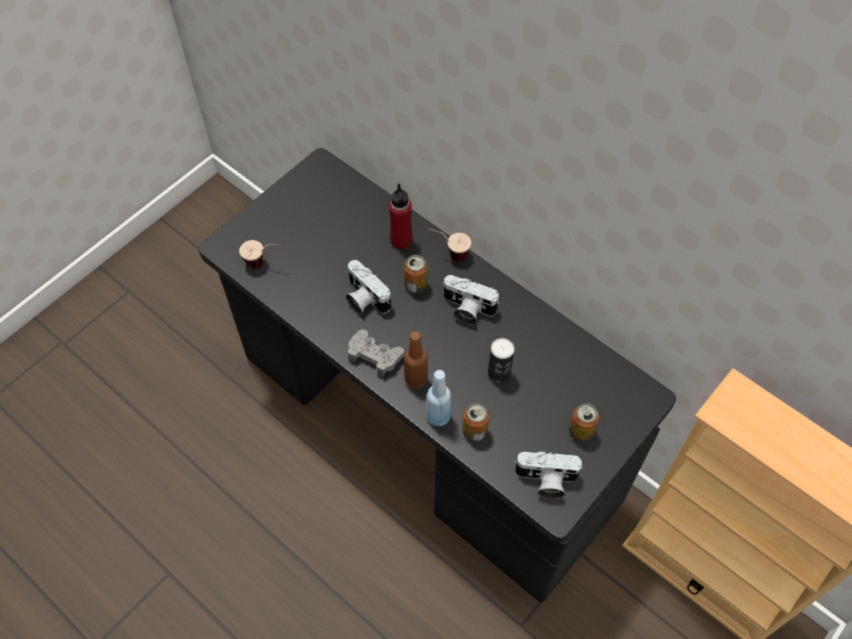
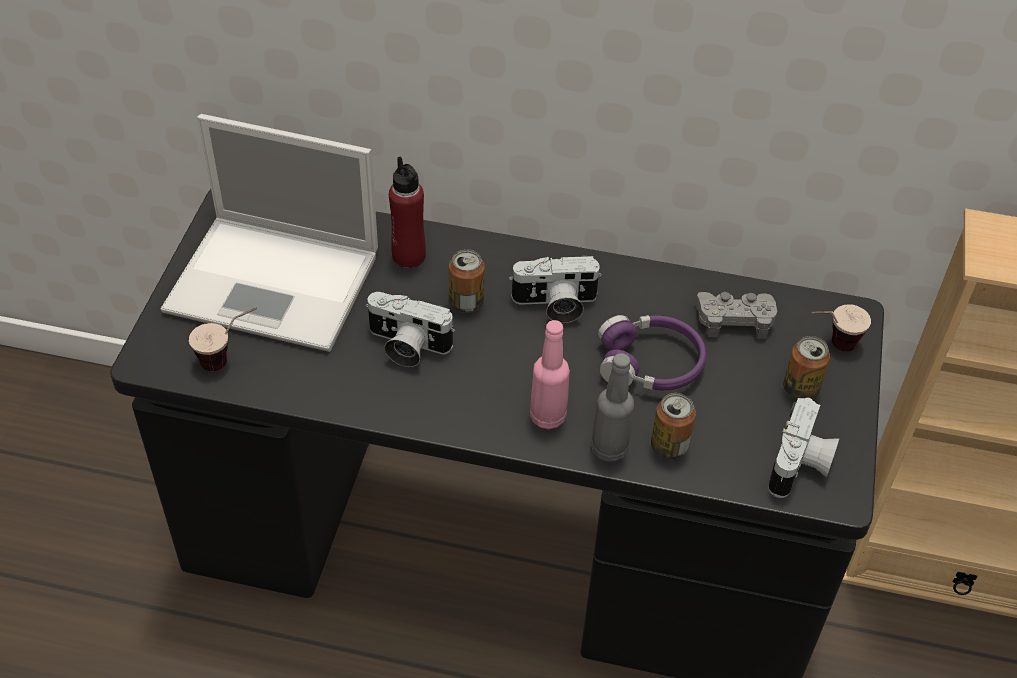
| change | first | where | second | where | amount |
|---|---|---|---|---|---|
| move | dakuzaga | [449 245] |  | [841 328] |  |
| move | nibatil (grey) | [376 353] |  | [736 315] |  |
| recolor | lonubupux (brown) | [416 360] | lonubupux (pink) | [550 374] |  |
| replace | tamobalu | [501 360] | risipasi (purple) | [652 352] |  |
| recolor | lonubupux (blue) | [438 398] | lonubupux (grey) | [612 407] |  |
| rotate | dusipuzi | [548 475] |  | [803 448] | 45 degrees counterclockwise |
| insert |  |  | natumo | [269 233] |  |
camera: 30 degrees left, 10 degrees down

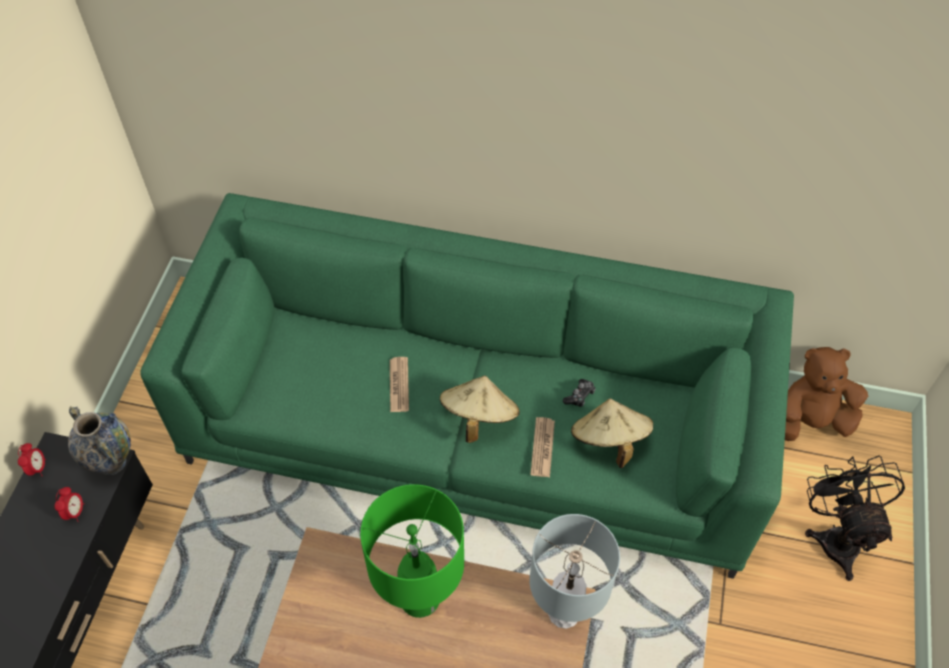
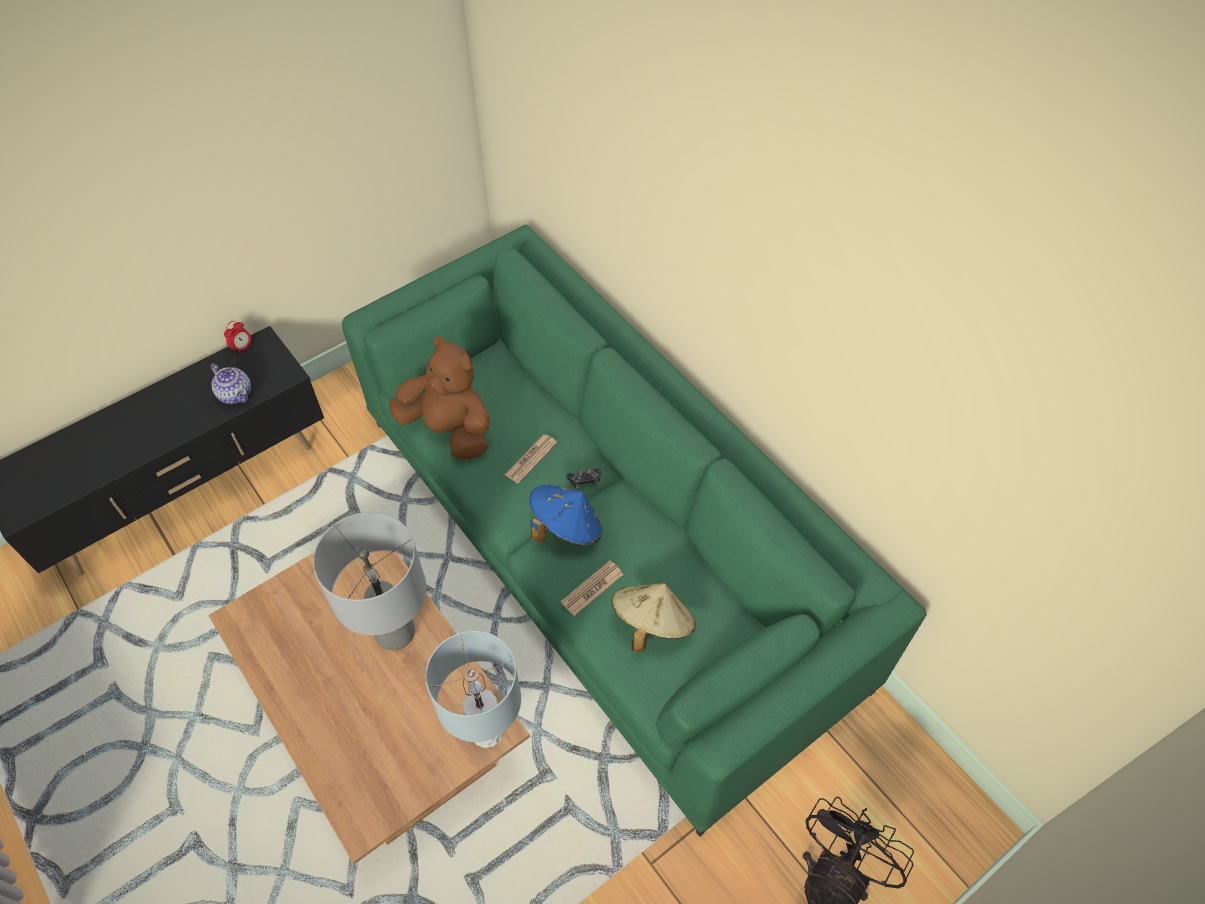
| change | first | where | second | where | amount |
|---|---|---|---|---|---|
| move | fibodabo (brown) | [826 394] |  | [439 398] |  |
| recolor | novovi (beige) | [480 409] | novovi (blue) | [565 515] |  |
| move | nibatil | [579 393] |  | [583 478] |  |
| delete | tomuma | [99 440] |  |  |  |
| recolor | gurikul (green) | [412 551] | gurikul (grey) | [369 581] |  |
| replace | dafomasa | [69 504] | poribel | [230 383] |  |
camera: 40 degrees right, 0 degrees up

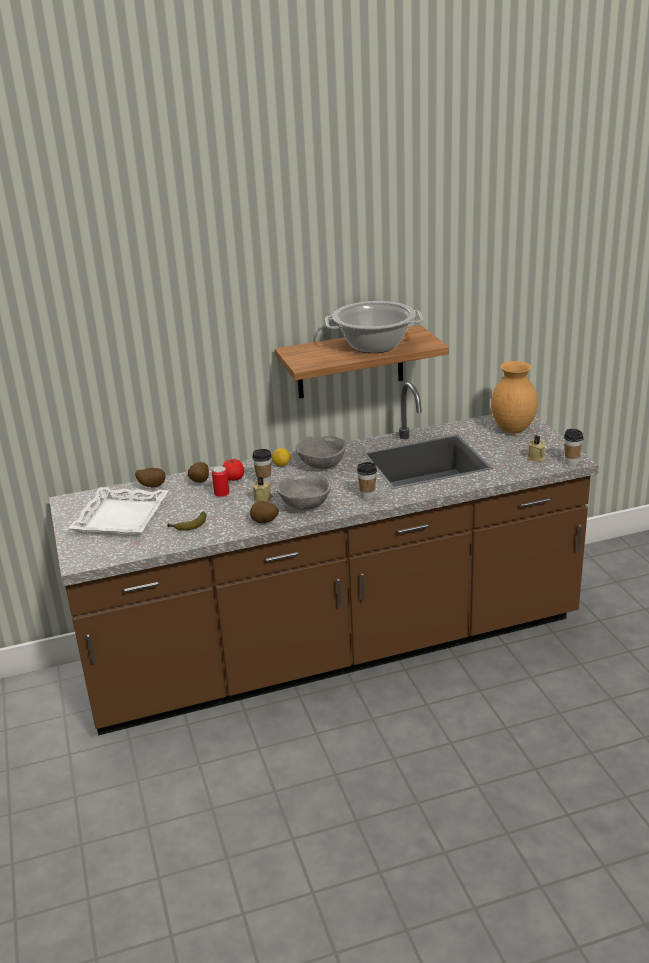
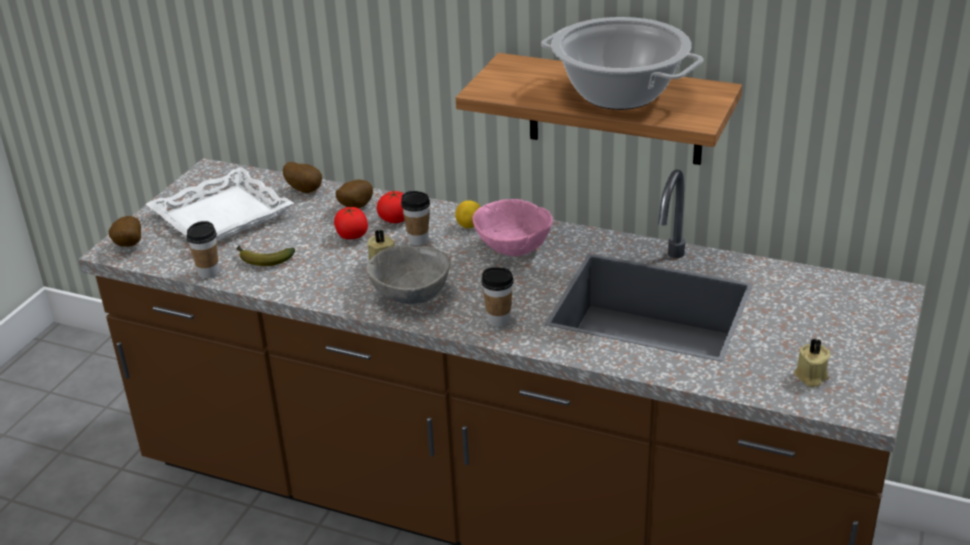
| change | first | where | second | where | amount |
|---|---|---|---|---|---|
| delete | tomuma (brown) | [514 397] |  |  |  |
| move | dakuzaga | [574 447] |  | [202 249] |  |
| recolor | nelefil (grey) | [320 452] | nelefil (pink) | [512 227] |  |
| replace | tamobalu | [221 482] | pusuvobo | [351 222] |  |
| move | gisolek | [264 512] |  | [125 231] |  |
camera: 40 degrees right, 5 degrees up

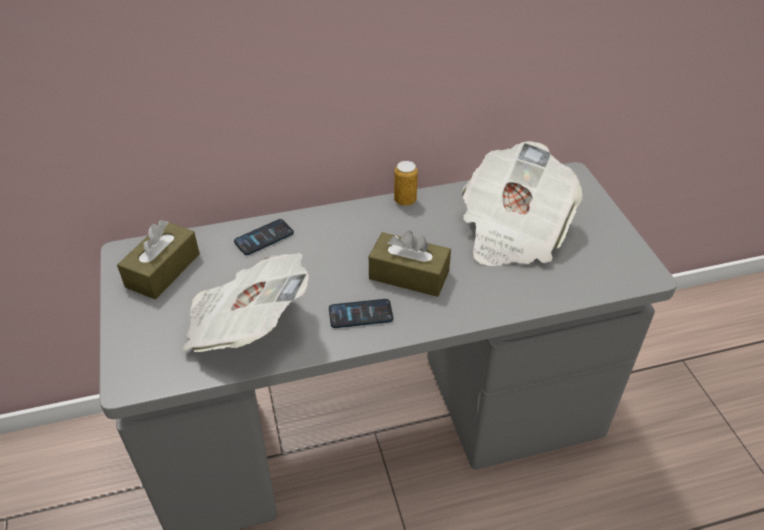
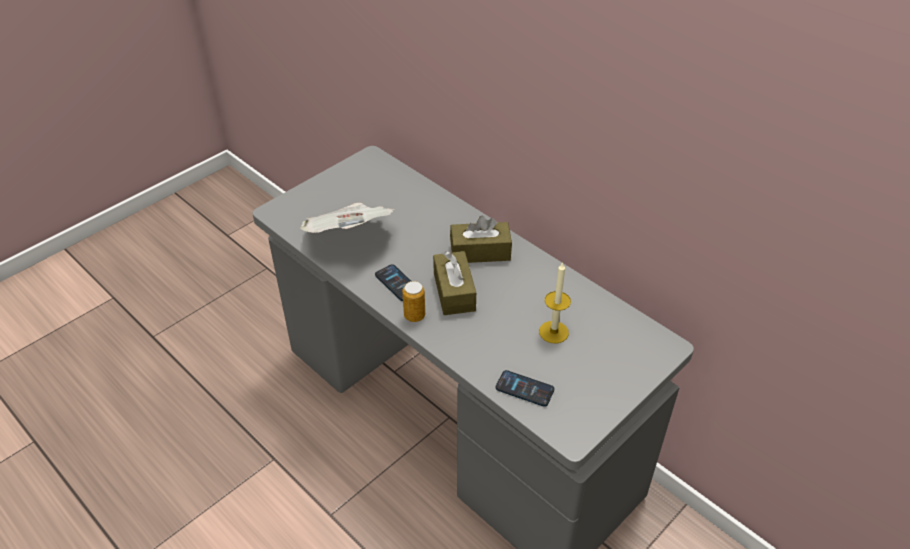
| change | first | where | second | where | amount |
|---|---|---|---|---|---|
| replace | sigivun | [522 203] | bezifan | [555 302] |  |
| move | tamobalu | [406 183] |  | [413 301] |  |
| move | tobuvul | [264 237] |  | [525 388] |  |
| move | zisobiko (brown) | [158 259] |  | [481 239] |  |
camera: 60 degrees right, 0 degrees up

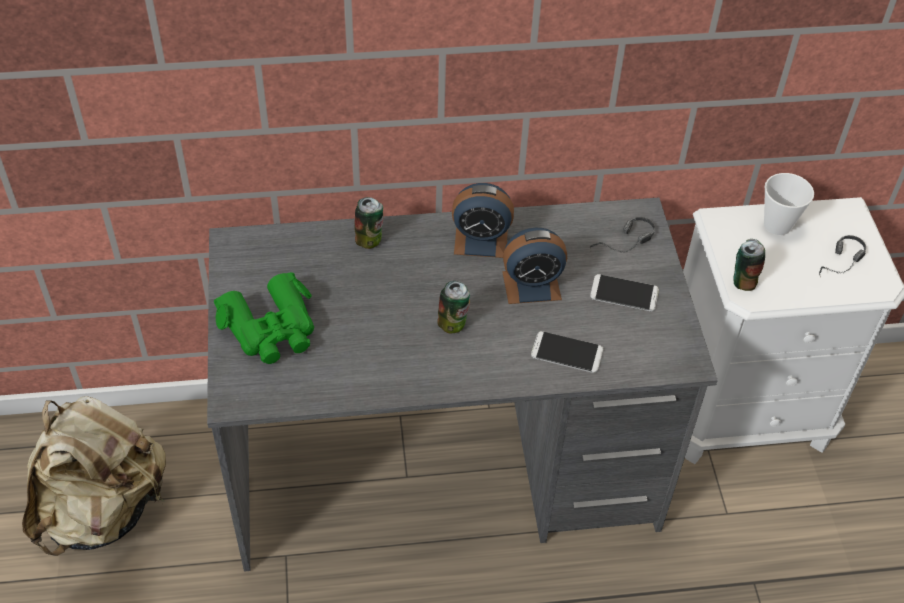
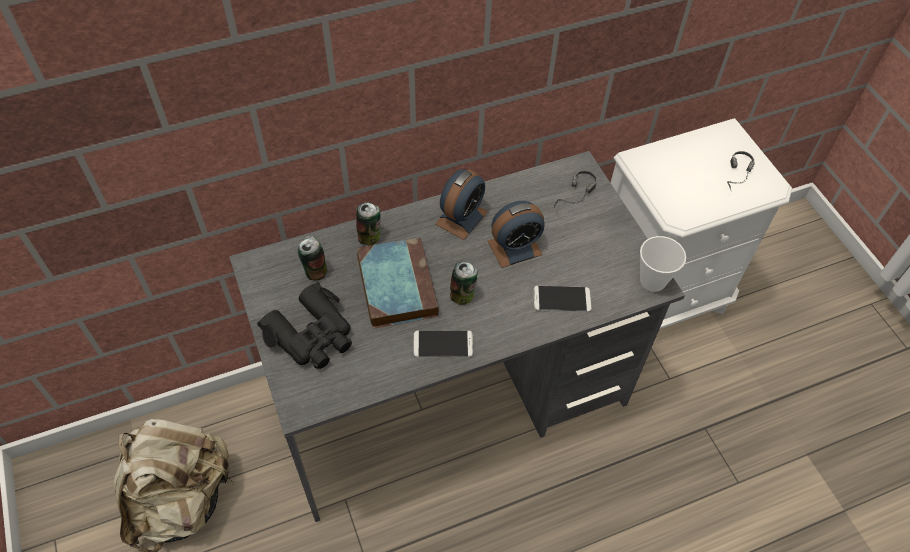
| change | first | where | second | where | amount |
|---|---|---|---|---|---|
| move | dakuzaga | [789 204] |  | [663 264] |  |
| rotate | dafomasa | [483 220] |  | [461 204] | 45 degrees counterclockwise |
| move | tamobalu | [749 265] |  | [312 258] |  |
| recolor | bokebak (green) | [264 318] | bokebak (black) | [304 325] |  |
| move | tobuvul | [624 293] |  | [443 343] |  |
| insert |  |  | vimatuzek | [398 283] |  |
camera: 15 degrees left, 5 degrees up

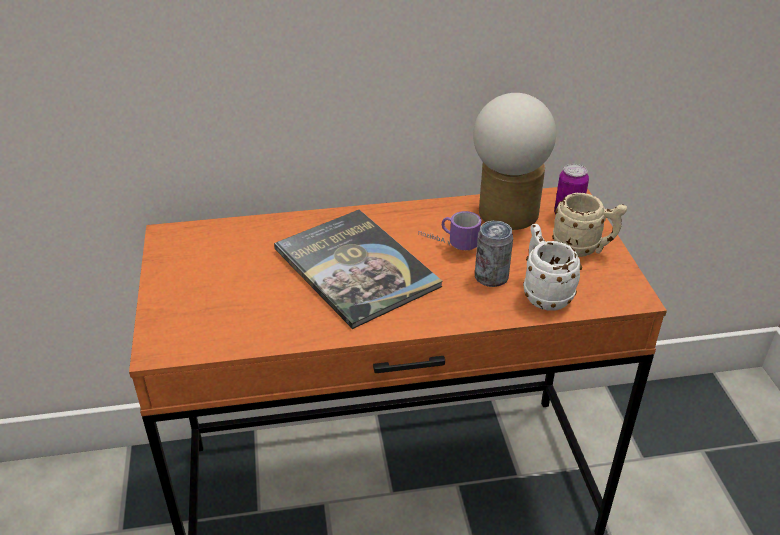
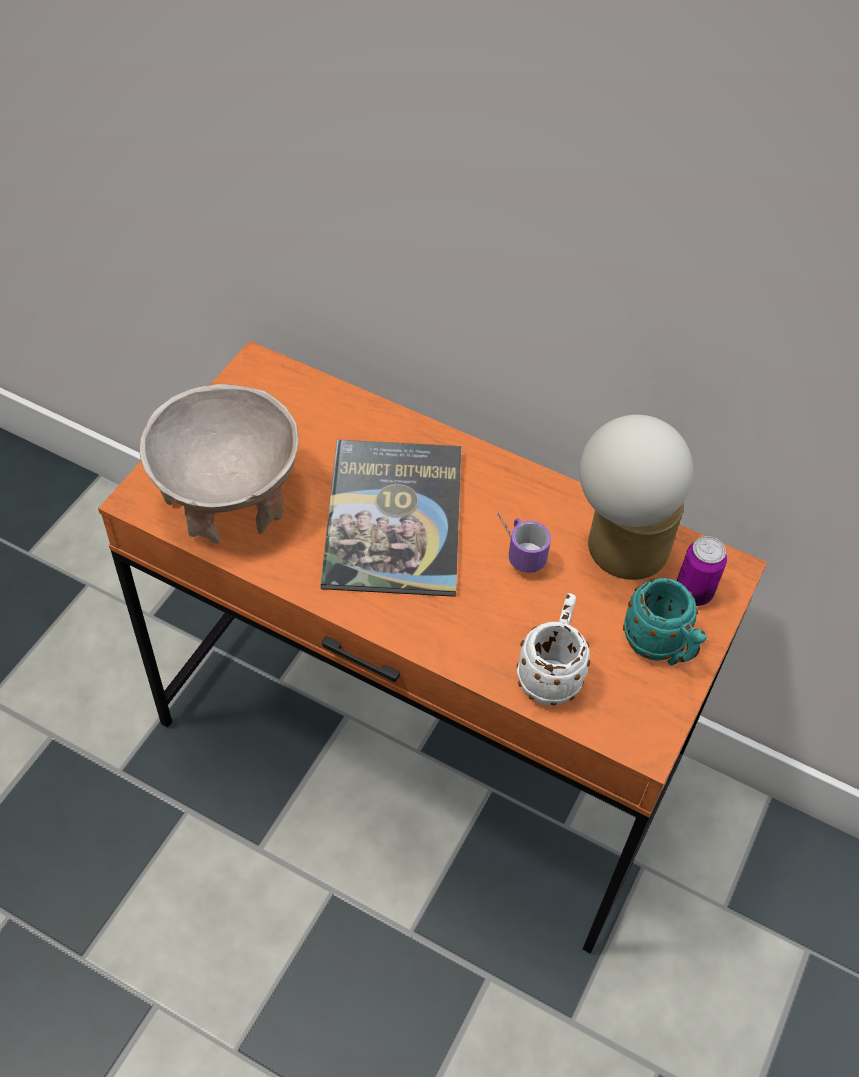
| change | first | where | second | where | amount |
|---|---|---|---|---|---|
| recolor | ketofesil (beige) | [589 225] | ketofesil (turquoise) | [665 622] |  |
| delete | tamobalu | [494 254] |  |  |  |
| insert |  |  | nelefil (beige) | [219 464] |  |
camera: 35 degrees right, 15 degrees up

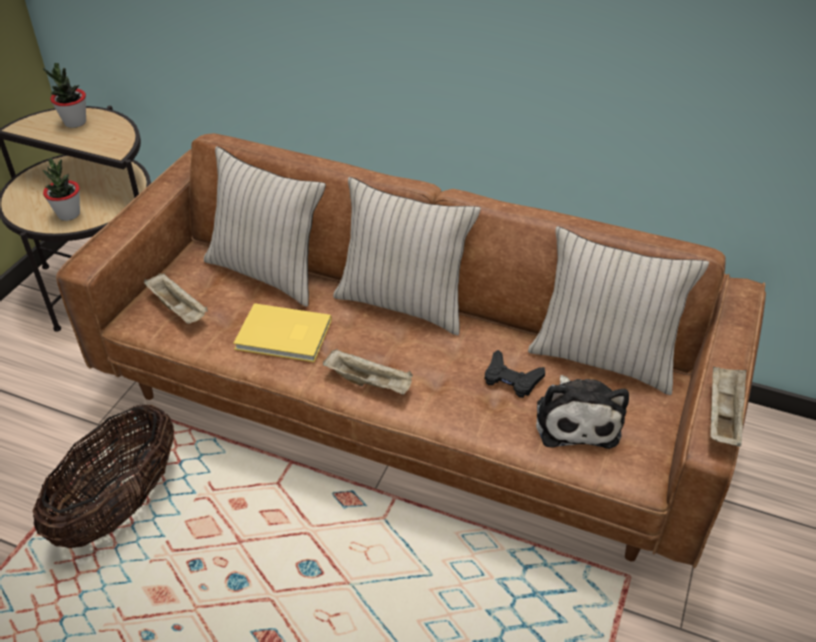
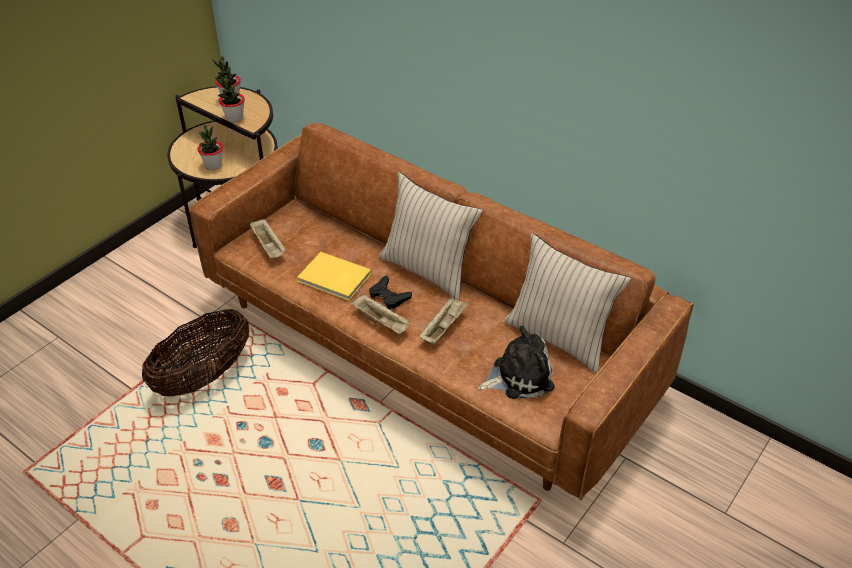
| change | first | where | second | where | amount |
|---|---|---|---|---|---|
| delete | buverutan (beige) | [265 226] |  |  |  |
| move | nibatil (black) | [514 374] |  | [390 292] |  |
| move | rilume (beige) | [728 407] |  | [444 320] |  |
| rotate | fibodabo | [582 412] |  | [516 362] | 120 degrees counterclockwise |
| insert |  |  | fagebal | [230 99] |  |
camera: 15 degrees right, 0 degrees up

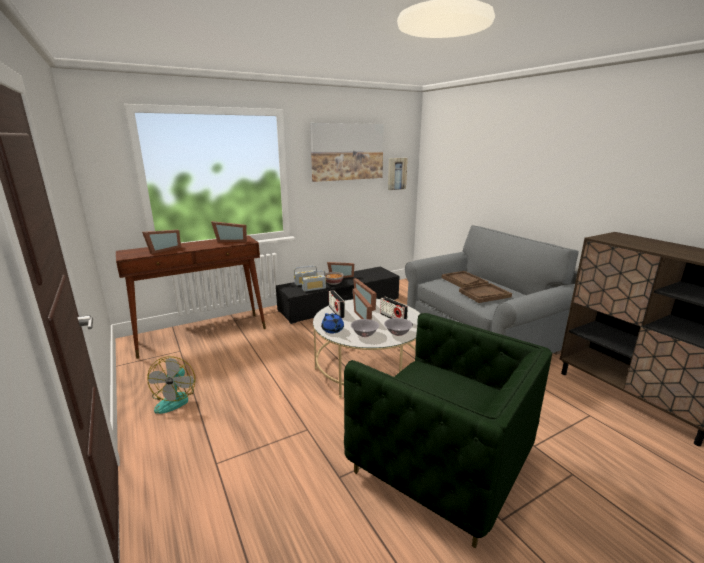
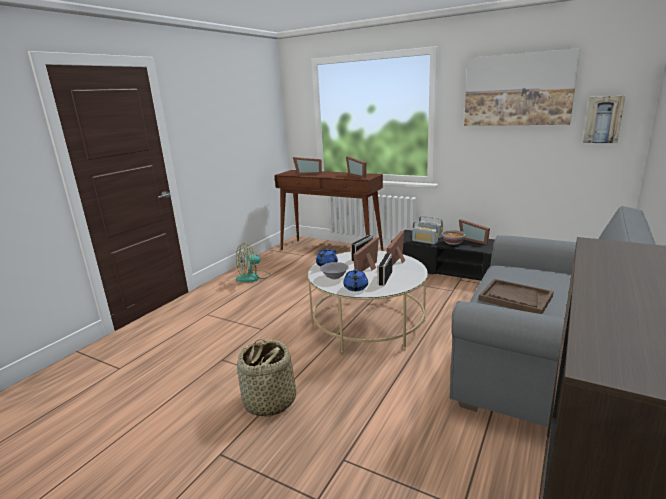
| change | first | where | second | where | amount |
|---|---|---|---|---|---|
| delete | rilume (brown) | [465 279] |  |  |  |
| replace | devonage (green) | [448 431] | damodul | [266 377] |  |
| replace | nelefil (grey) | [398 327] | poribel (blue) | [355 280] |  |
camera: 60 degrees right, 0 degrees up

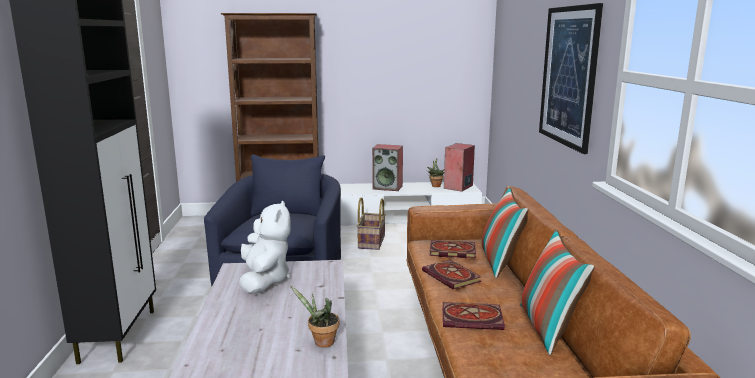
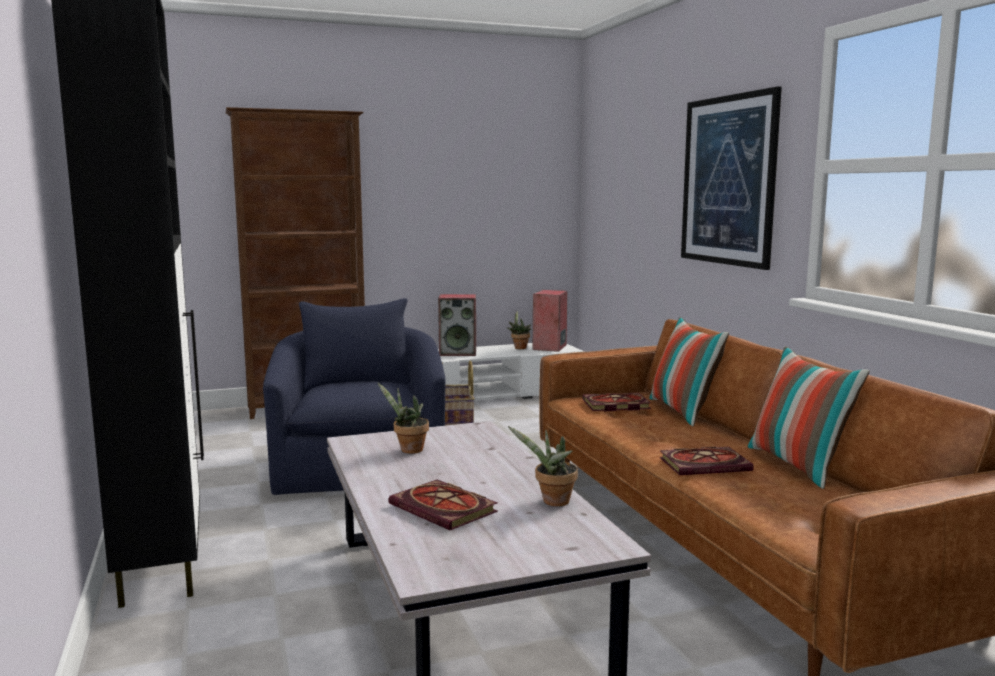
| change | first | where | second | where | amount |
|---|---|---|---|---|---|
| replace | fibodabo (white) | [265 247] | fagebal | [403 418] |  |
| move | vimatuzek | [451 274] |  | [443 505] |  |
camera: 15 degrees left, 5 degrees down

